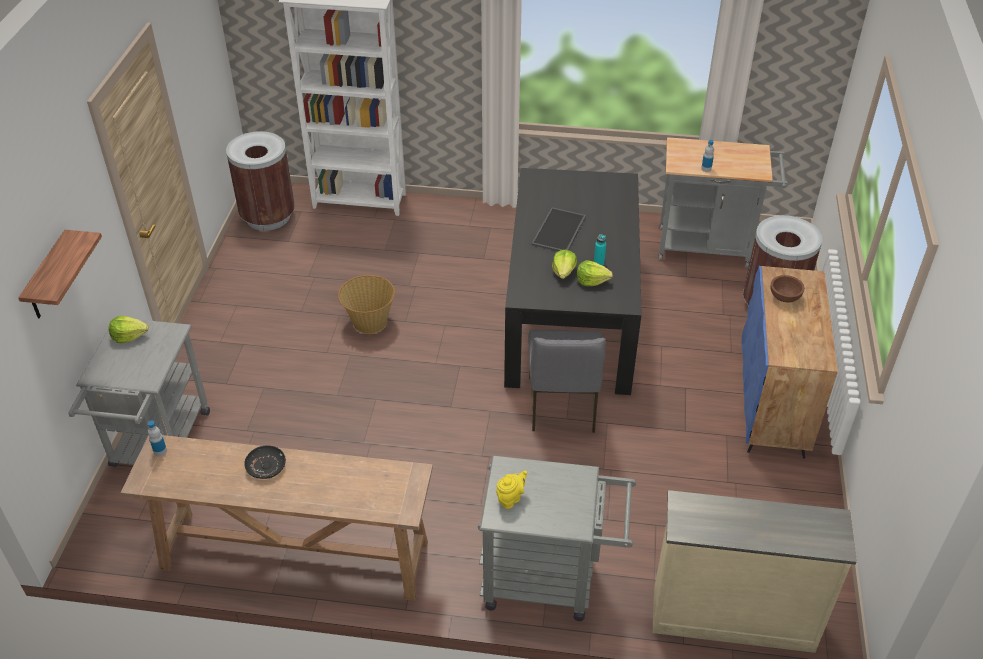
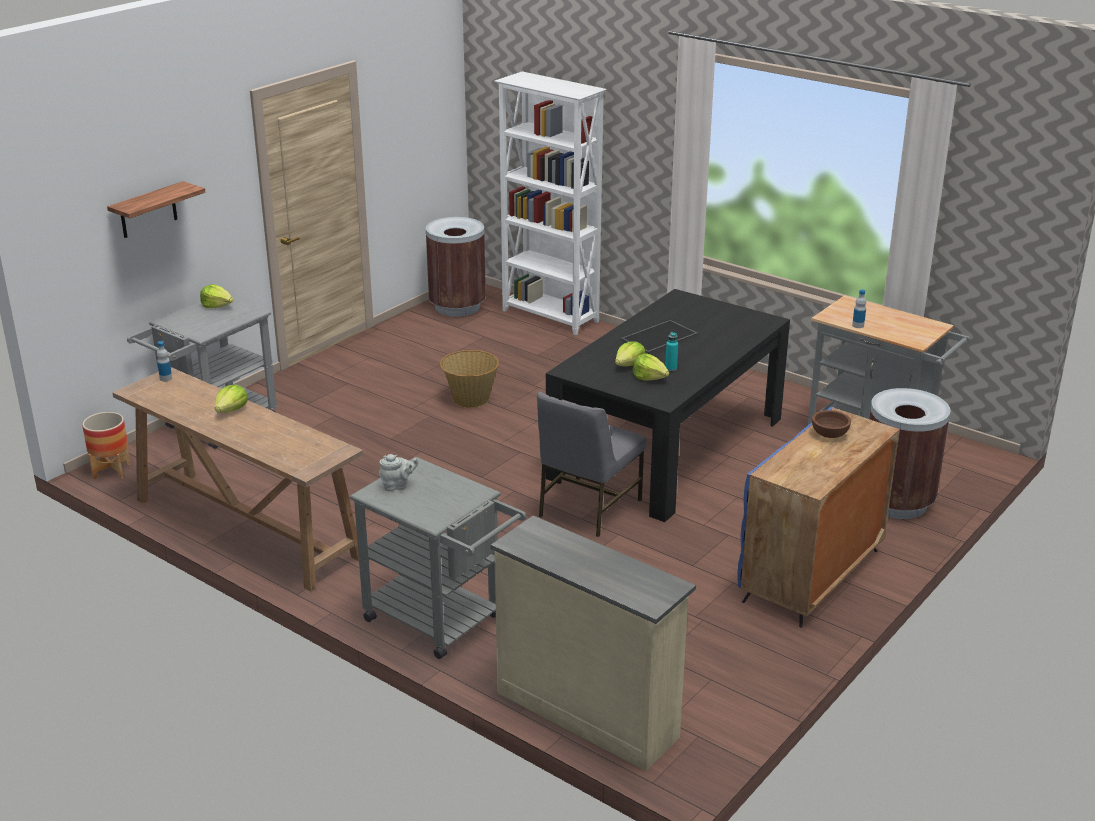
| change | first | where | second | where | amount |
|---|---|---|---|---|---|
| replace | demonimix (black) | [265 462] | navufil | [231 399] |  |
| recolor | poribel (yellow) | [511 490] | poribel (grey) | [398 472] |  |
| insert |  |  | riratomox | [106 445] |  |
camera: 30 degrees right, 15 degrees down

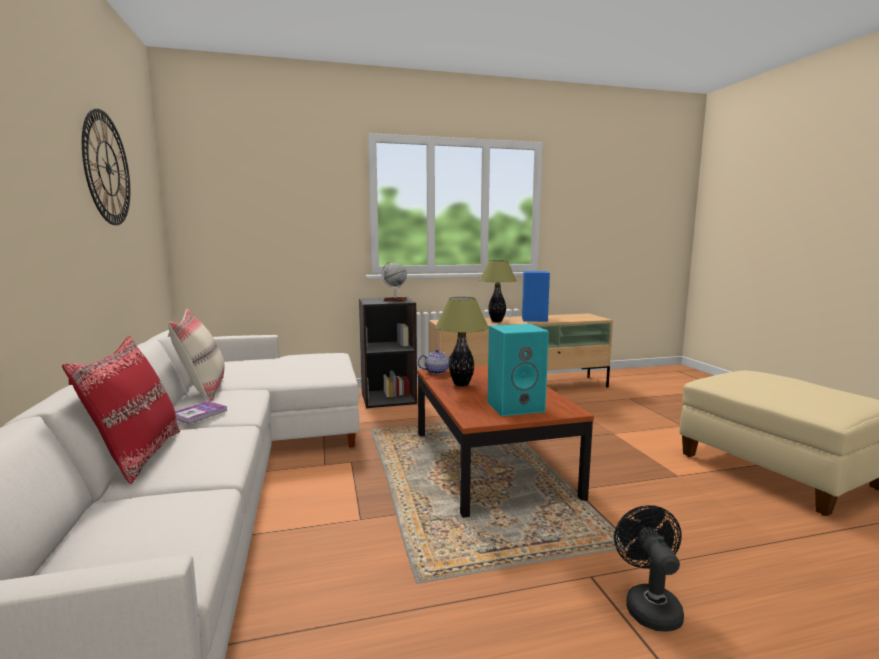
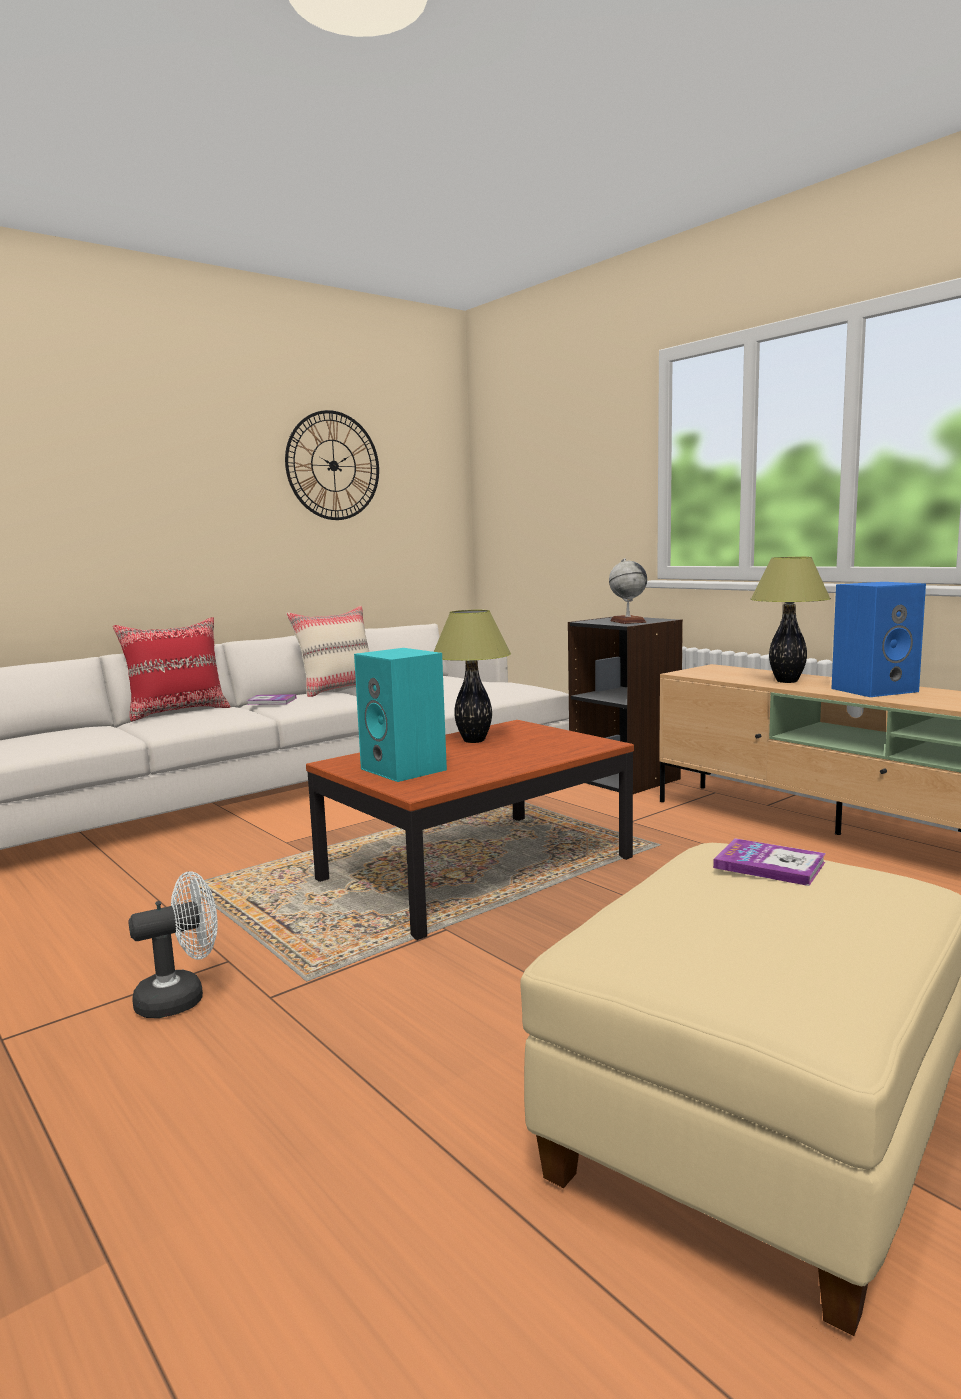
| change | first | where | second | where | amount |
|---|---|---|---|---|---|
| delete | poribel | [435 361] |  |  |  |
| recolor | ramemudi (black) | [649 568] | ramemudi (white) | [173 945] |  |
| insert |  |  | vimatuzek | [769 862] |  |
camera: 65 degrees right, 0 degrees up

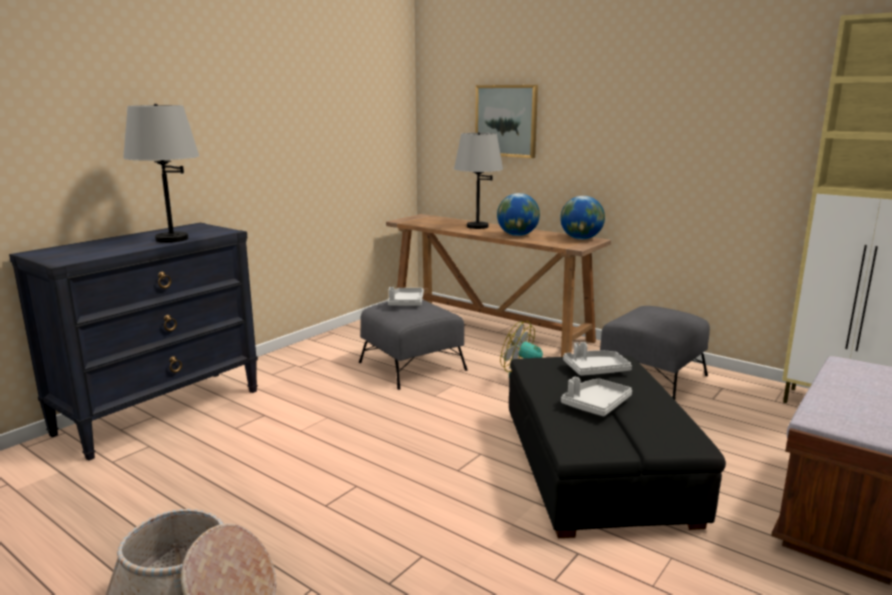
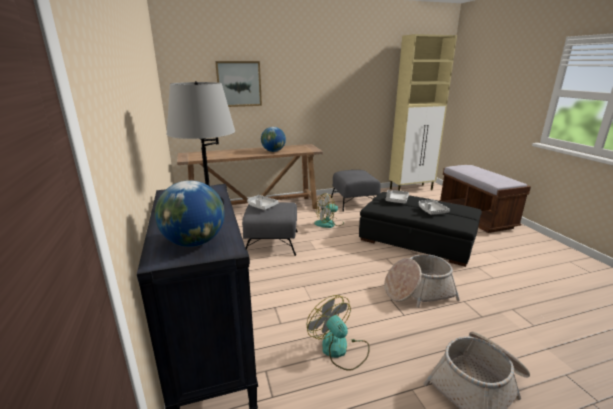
| change | first | where | second | where | amount |
|---|---|---|---|---|---|
| delete | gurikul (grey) | [478 180] |  |  |  |
| move | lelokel | [582 218] |  | [190 213] |  |
| insert |  |  | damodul | [422 281] |  |
| insert |  |  | ramemudi | [338 333] |  |
camera: 55 degrees left, 5 degrees up

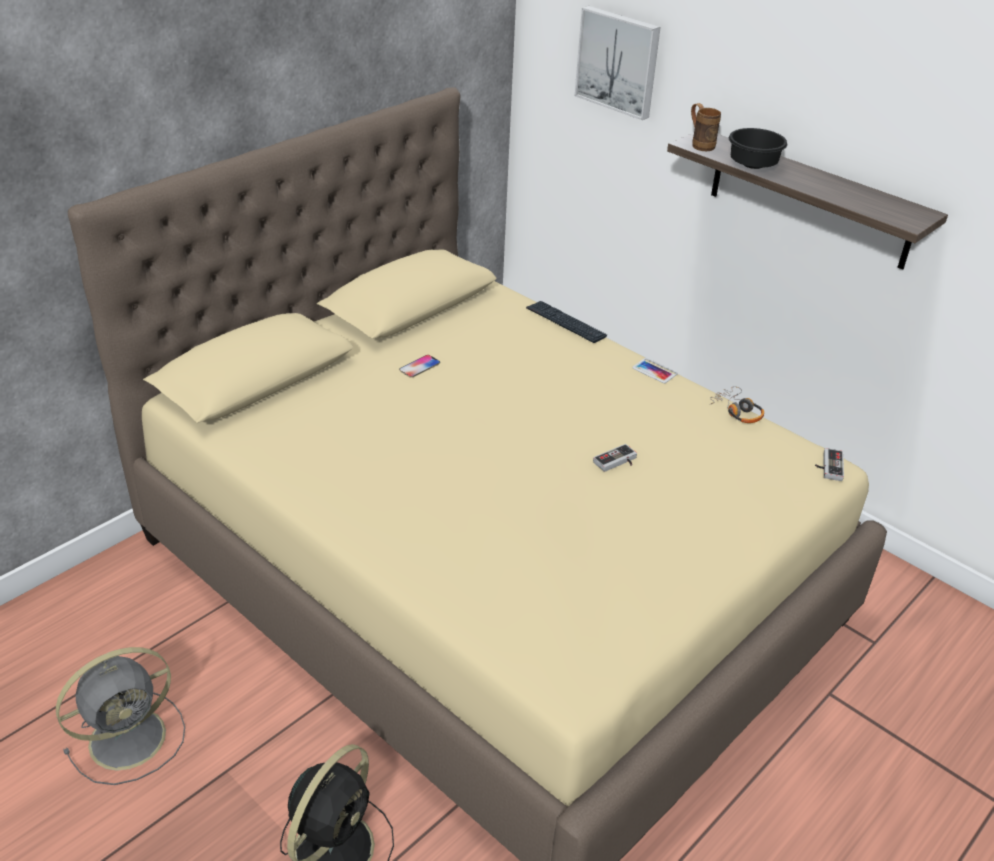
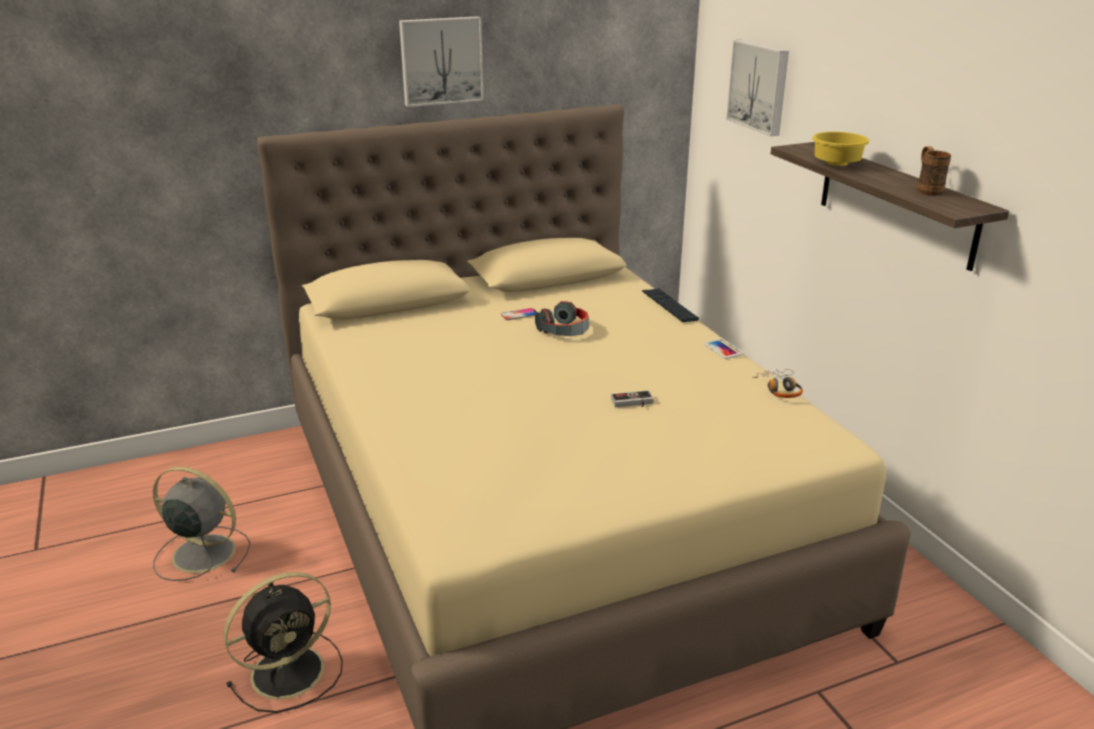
| change | first | where | second | where | amount |
|---|---|---|---|---|---|
| move | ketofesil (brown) | [706 127] |  | [934 171] |  |
| recolor | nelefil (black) | [758 148] | nelefil (yellow) | [840 149] |  |
| delete | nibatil | [829 464] |  |  |  |
| rotate | ramemudi (grey) | [120 716] |  | [202 524] | 150 degrees counterclockwise |
| insert |  |  | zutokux | [441 61] |  |
| insert |  |  | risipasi | [562 318] |  |
camera: 25 degrees right, 10 degrees down

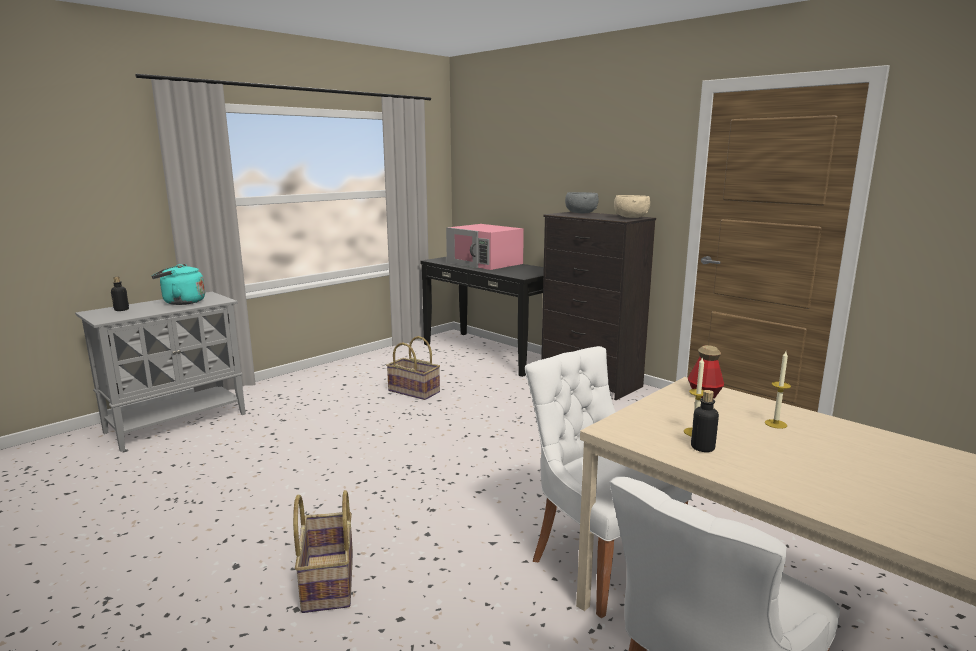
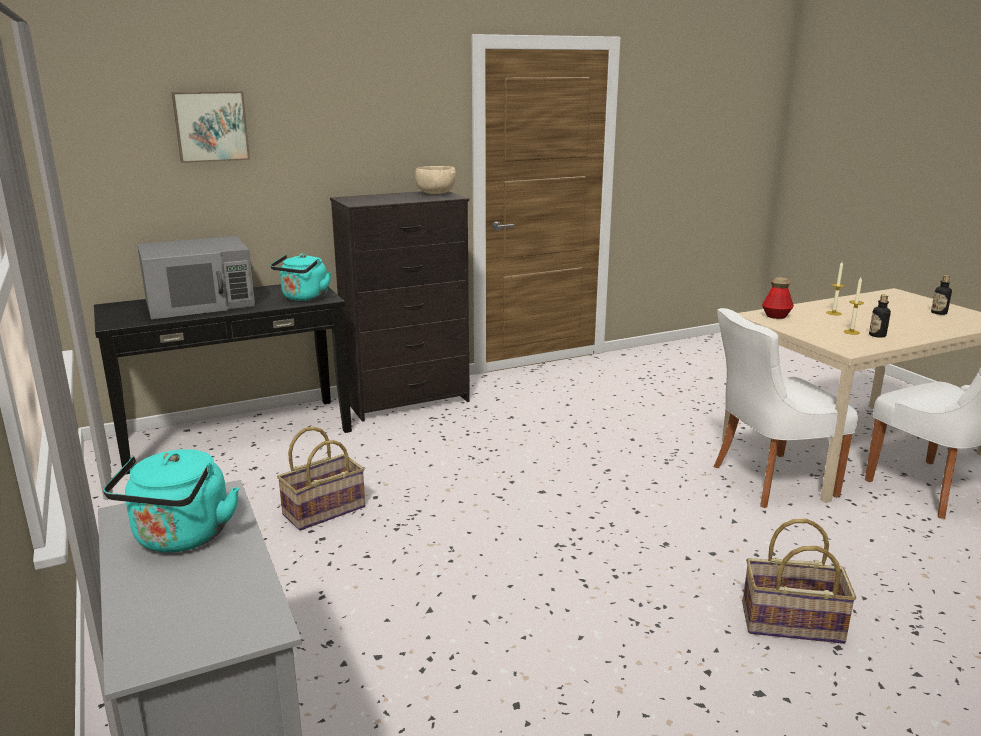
| change | first | where | second | where | amount |
|---|---|---|---|---|---|
| delete | nelefil (grey) | [582 202] |  |  |  |
| recolor | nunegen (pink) | [485 247] | nunegen (grey) | [196 277] |  |
| move | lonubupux | [120 294] |  | [941 295] |  |
| insert |  |  | zutokux | [211 127] |  |
| insert |  |  | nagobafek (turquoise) | [300 277] |  |
camera: 70 degrees left, 5 degrees up

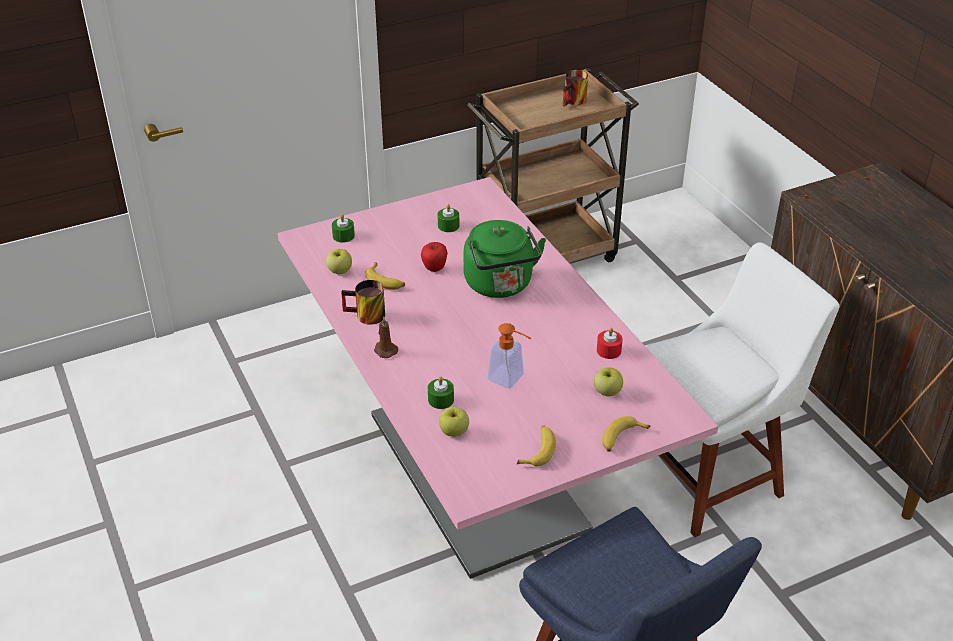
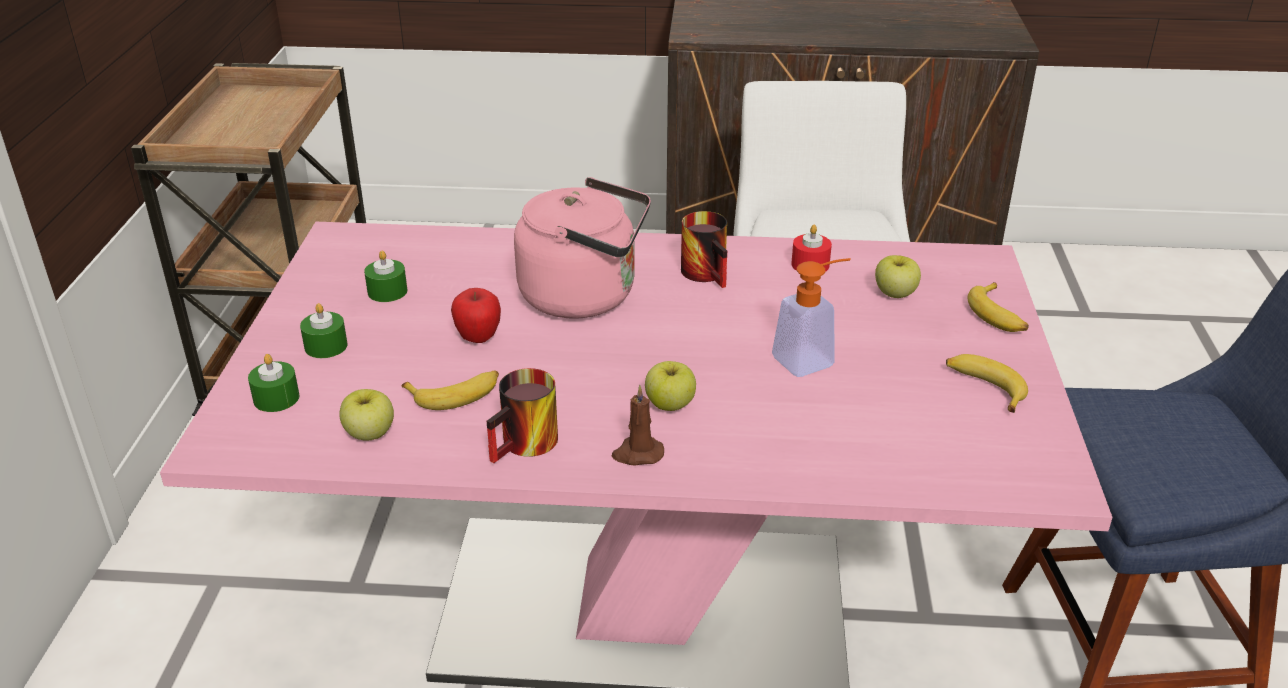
| change | first | where | second | where | amount |
|---|---|---|---|---|---|
| move | ketofesil | [575 88] |  | [704 249] |  |
| recolor | nagobafek (green) | [505 259] | nagobafek (pink) | [582 248] |  |
| move | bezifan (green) | [441 392] |  | [324 330] |  |
| move | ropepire | [454 422] |  | [670 386] |  |
camera: 60 degrees left, 5 degrees down

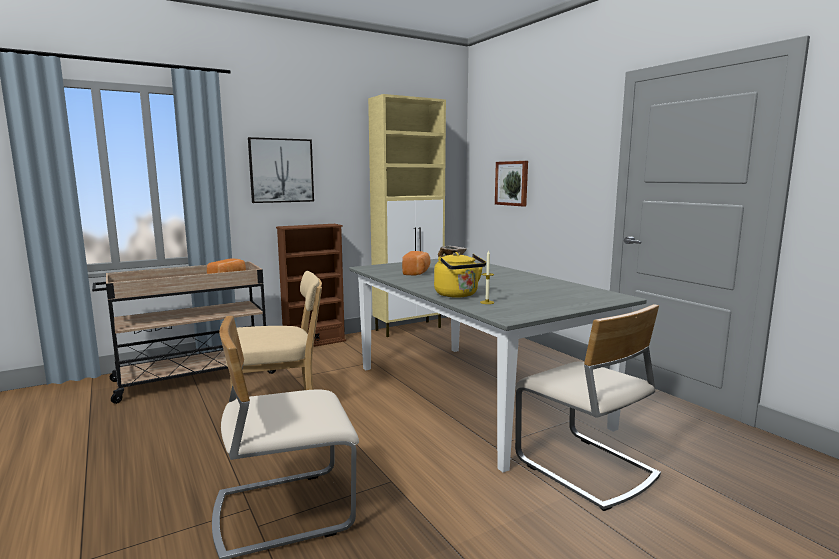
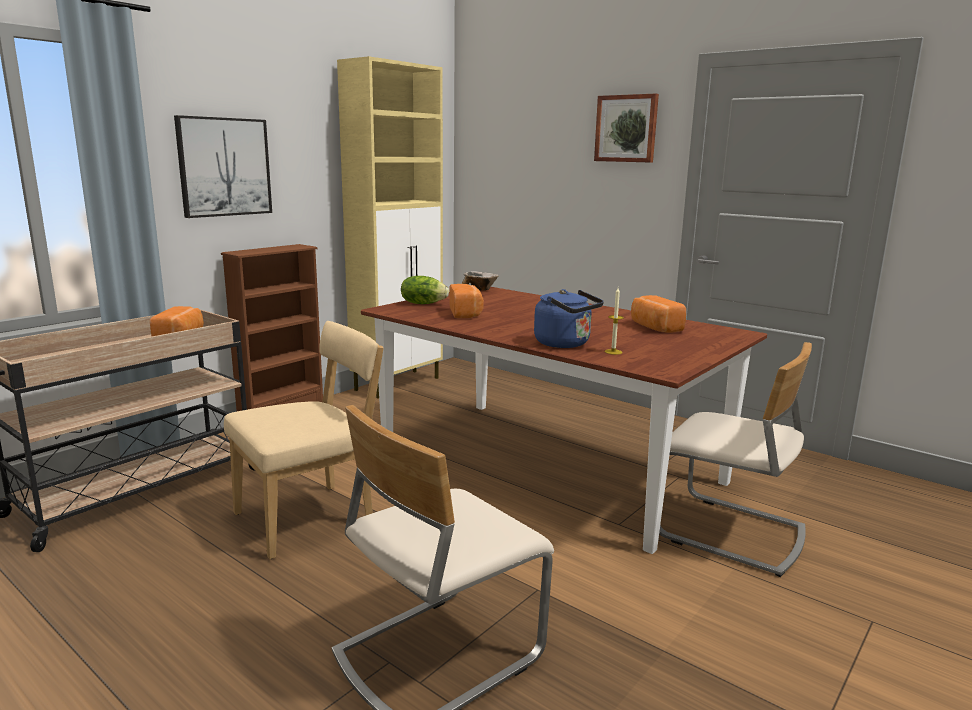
| change | first | where | second | where | amount |
|---|---|---|---|---|---|
| move | zutokux | [511 183] |  | [626 128] |  |
| recolor | nagobafek (yellow) | [460 275] | nagobafek (blue) | [569 318] |  |
| recolor | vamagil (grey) | [498 365] | vamagil (brown) | [564 420] |  |
| insert |  |  | navufil | [425 290] |  |
| insert |  |  | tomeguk | [658 314] |  |
camera: 20 degrees left, 5 degrees up

